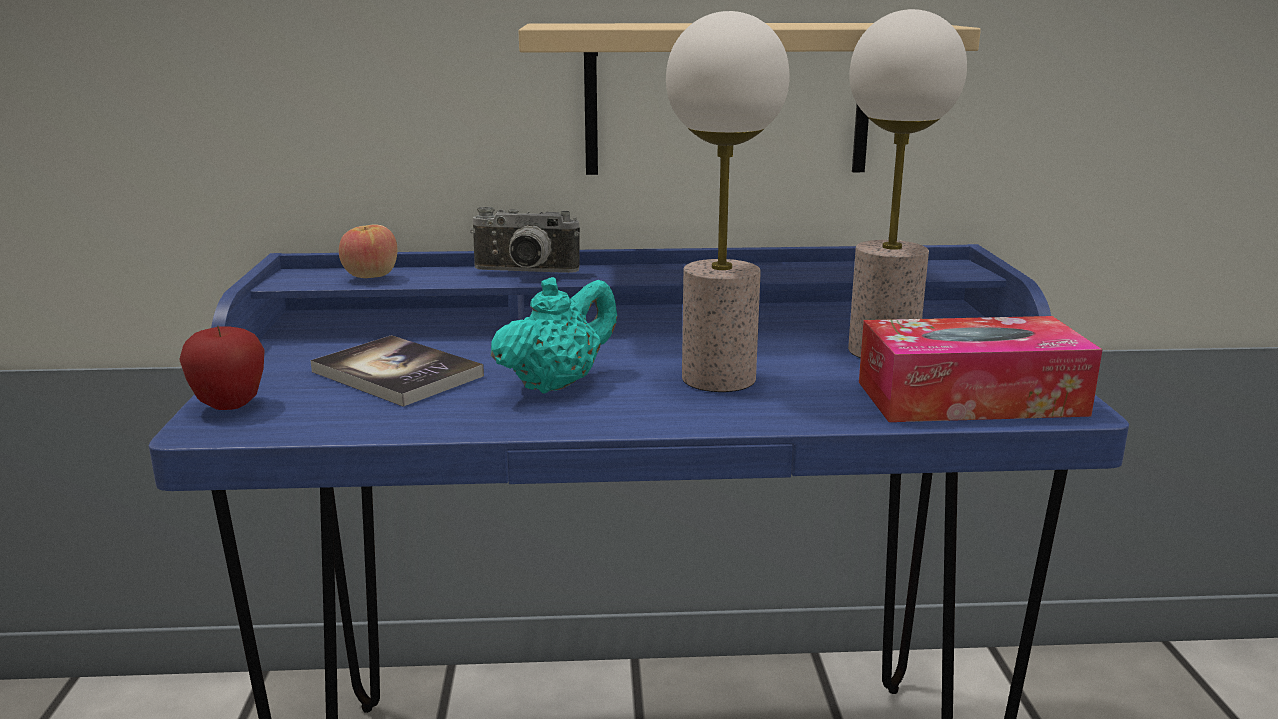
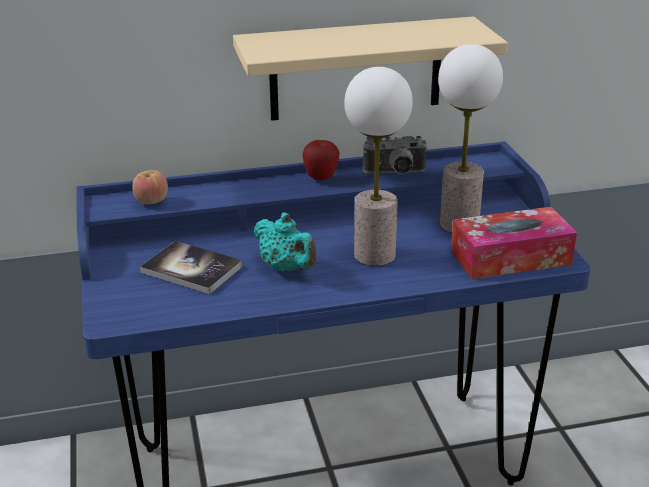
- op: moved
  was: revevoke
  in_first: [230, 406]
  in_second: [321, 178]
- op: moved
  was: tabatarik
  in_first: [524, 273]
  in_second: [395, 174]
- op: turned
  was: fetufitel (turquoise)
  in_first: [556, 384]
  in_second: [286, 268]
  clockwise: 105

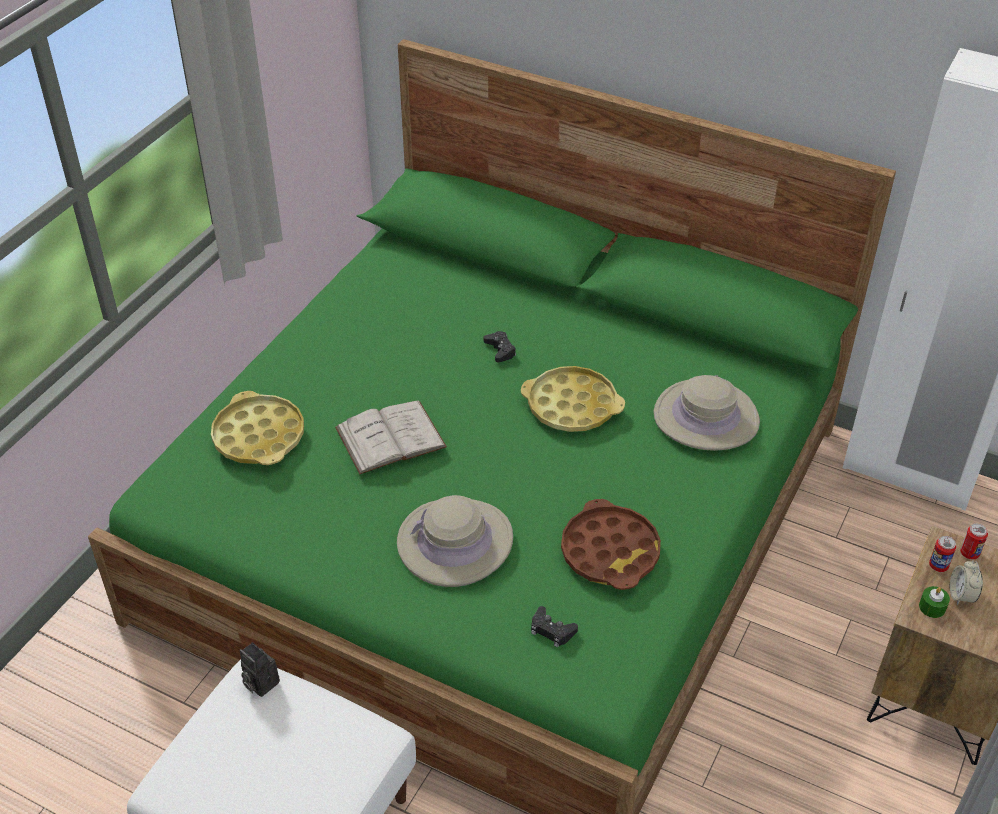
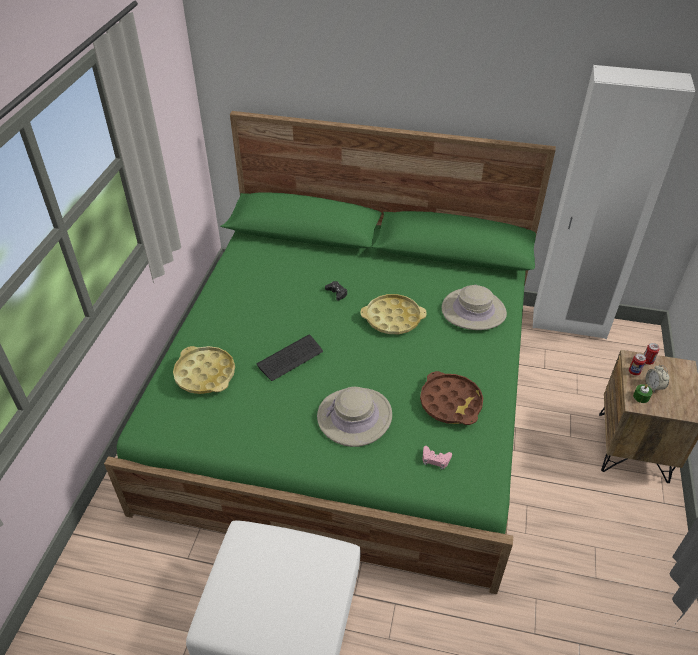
- op: removed
  was: tabatarik
  in_first: [259, 683]
- op: replaced
  was: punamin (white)
  now: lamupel
  in_first: [390, 437]
  in_second: [290, 358]
- op: recoloured
  was: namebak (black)
  now: namebak (pink)
  in_first: [552, 630]
  in_second: [435, 459]

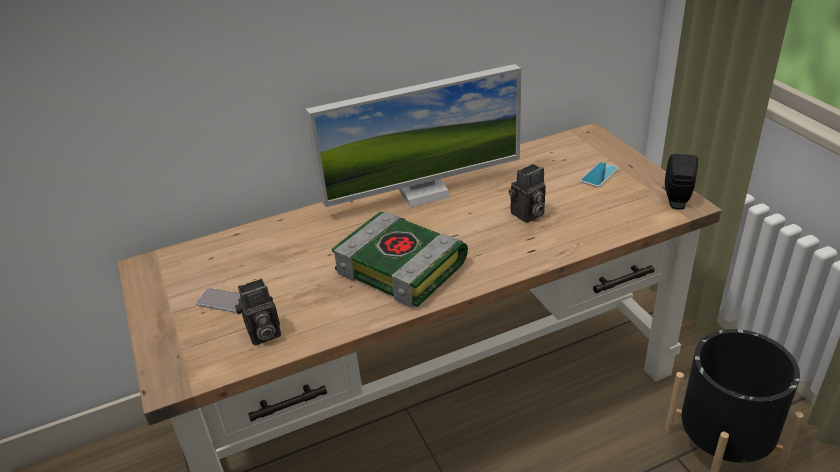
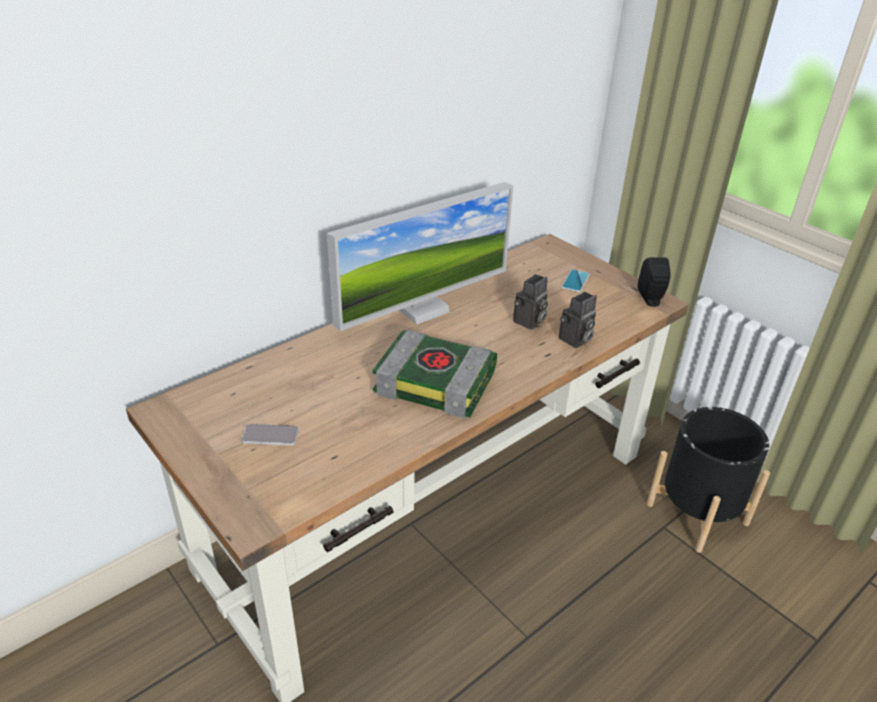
- op: moved
  was: tabatarik
  in_first: [262, 334]
  in_second: [575, 340]

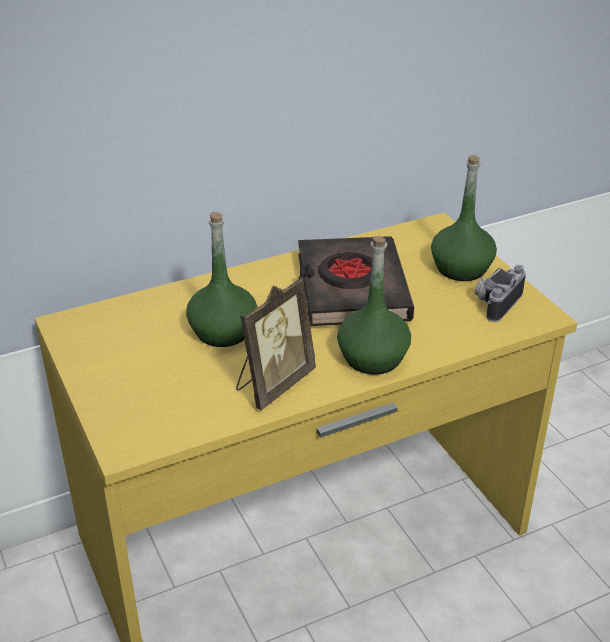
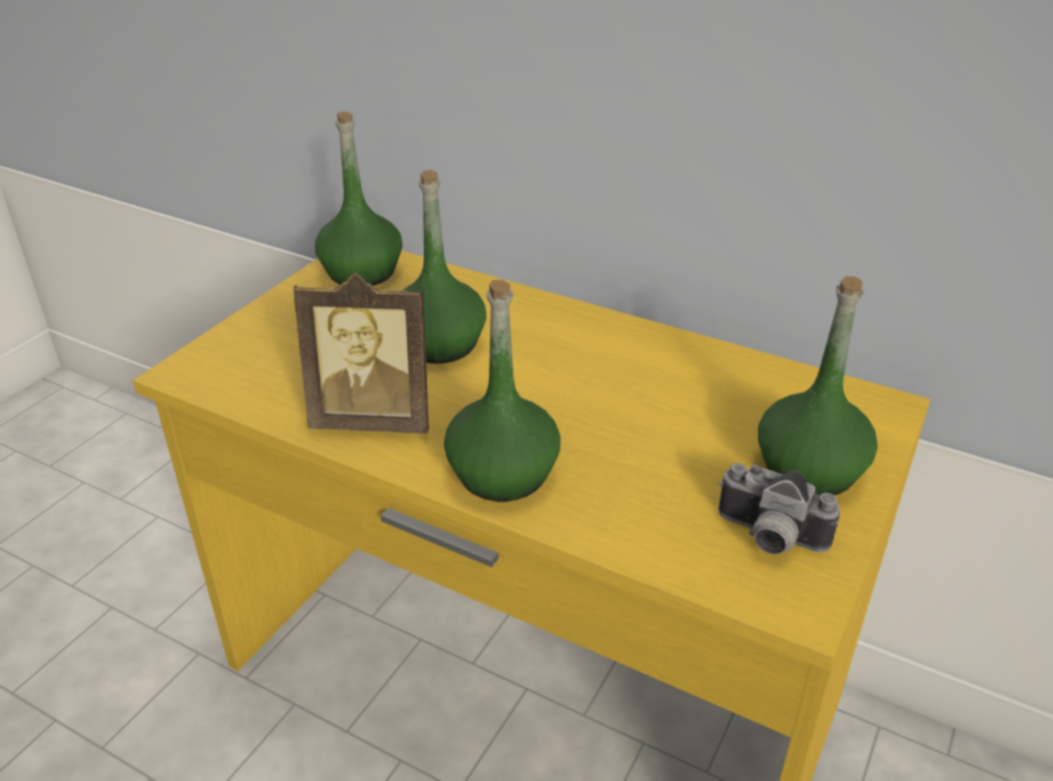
- op: removed
  was: punamin (black)
  in_first: [351, 289]
- op: turned
  was: tabatarik
  in_first: [495, 302]
  in_second: [768, 538]
  clockwise: -150
- op: added
  now: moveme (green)
  in_second: [362, 272]

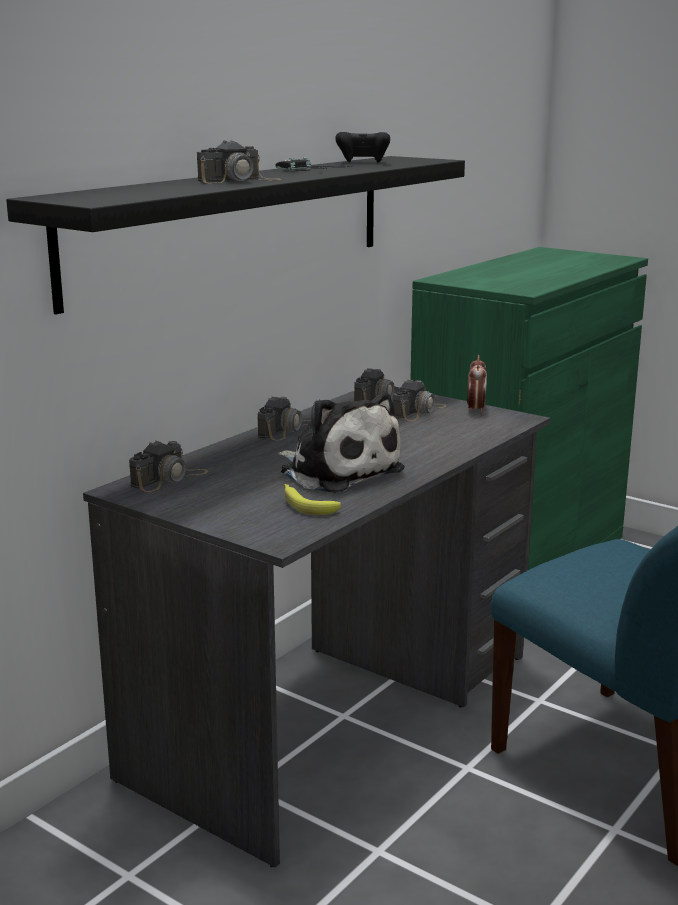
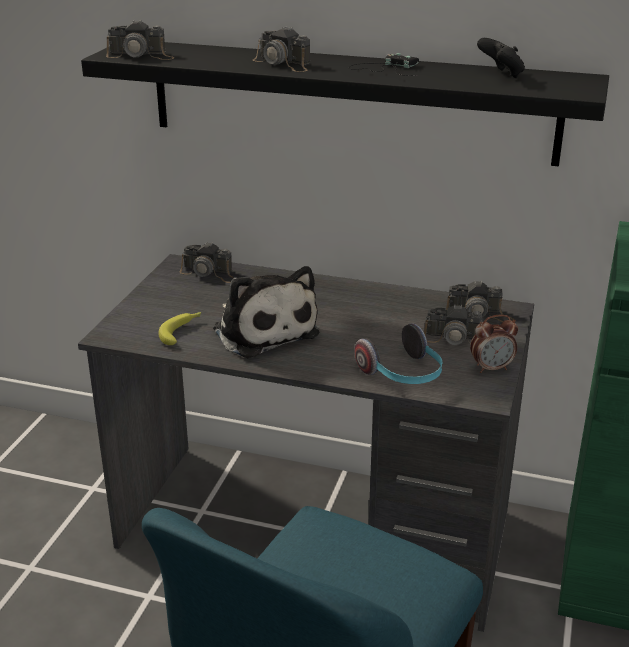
- op: moved
  was: tabatarik
  in_first: [285, 429]
  in_second: [141, 55]
- op: turned
  was: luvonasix
  in_first: [337, 471]
  in_second: [263, 330]
  clockwise: -60
- op: added
  now: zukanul
  in_second: [403, 375]

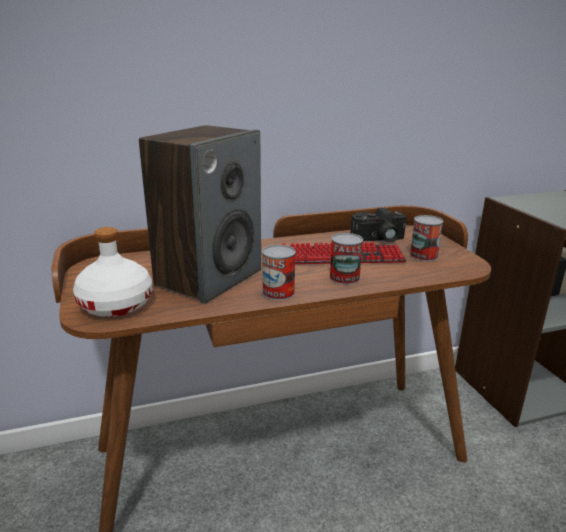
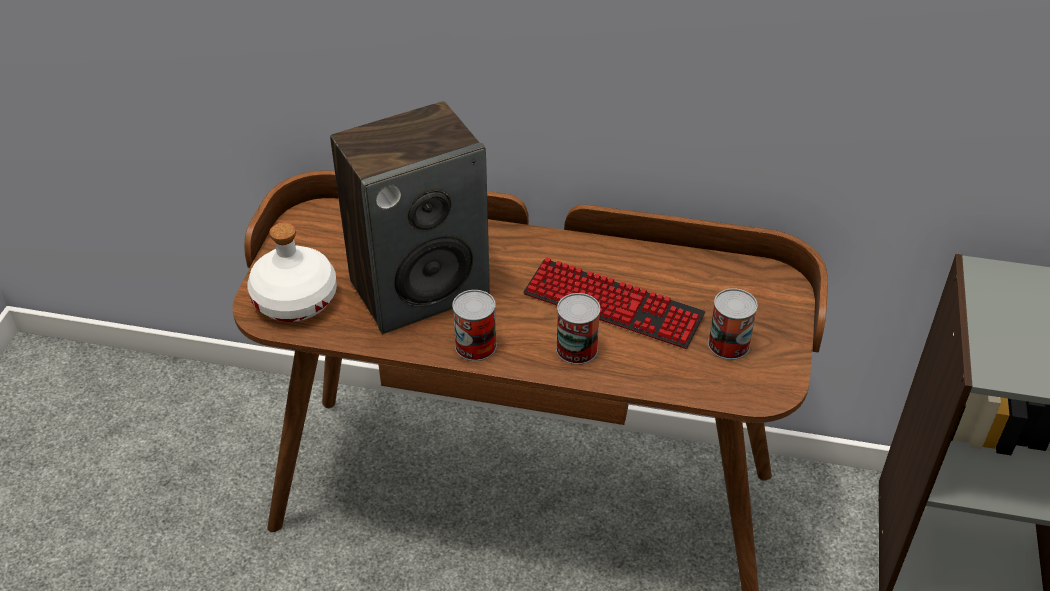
- op: removed
  was: tabatarik
  in_first: [378, 239]

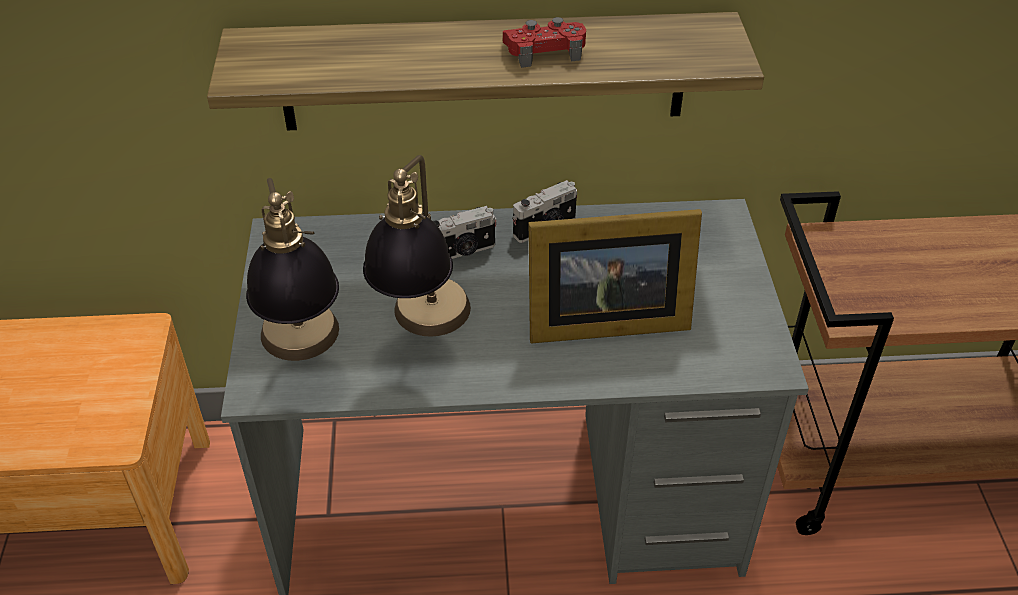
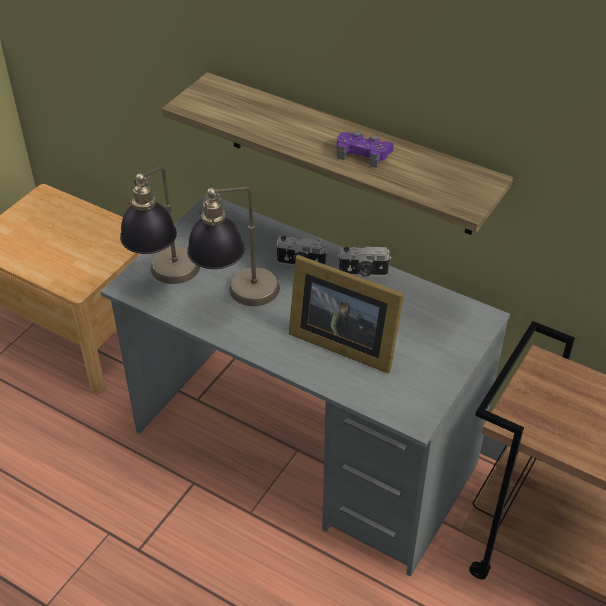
- op: recoloured
  was: namebak (red)
  now: namebak (purple)
  in_first: [545, 50]
  in_second: [363, 154]

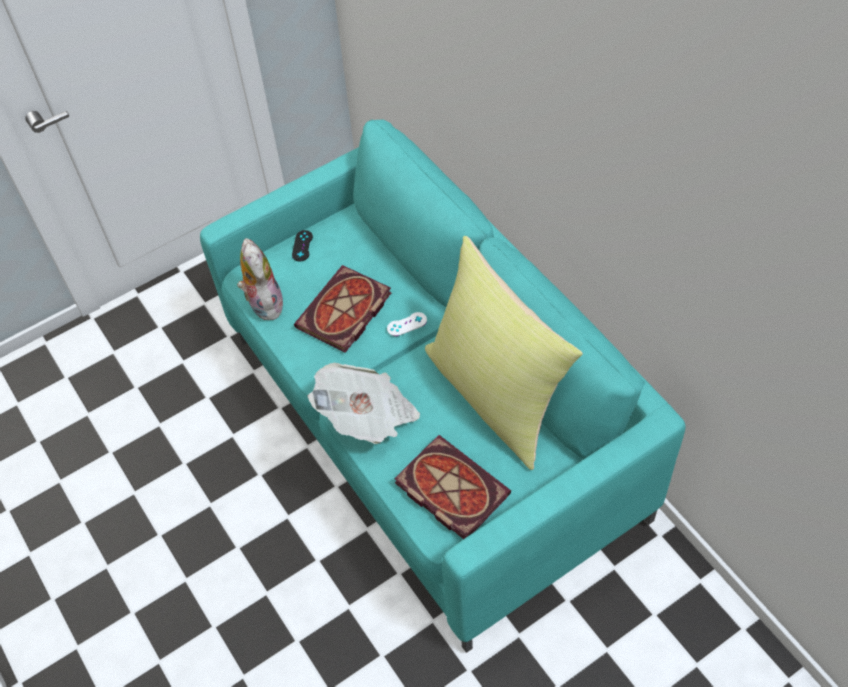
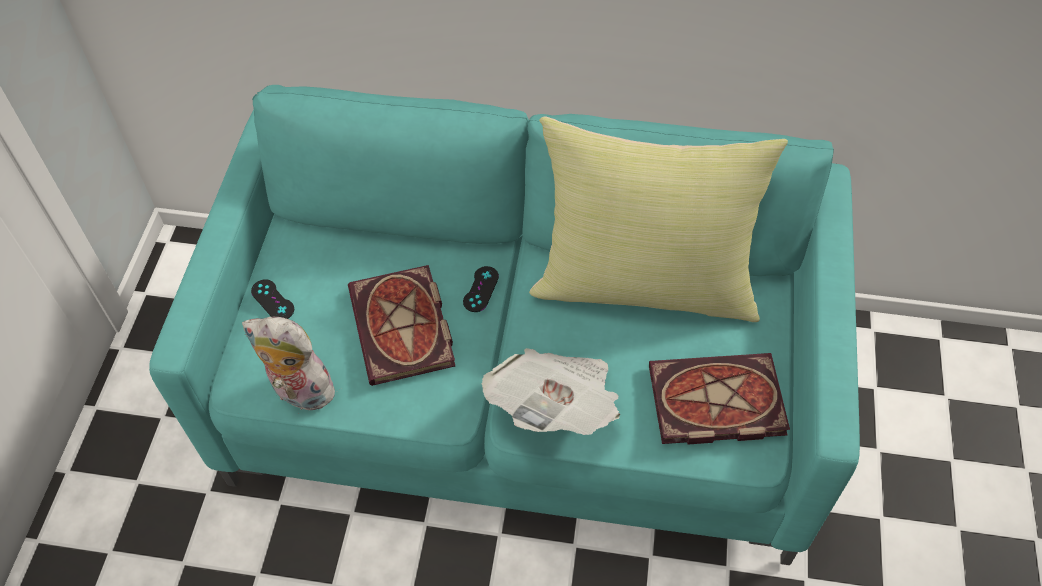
- op: recoloured
  was: namebak (white)
  now: namebak (black)
  in_first: [407, 324]
  in_second: [481, 289]

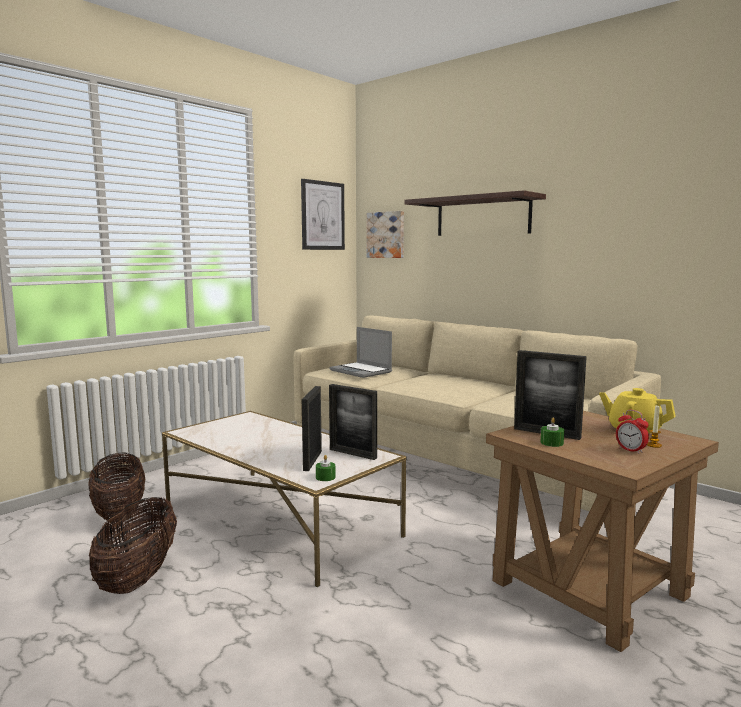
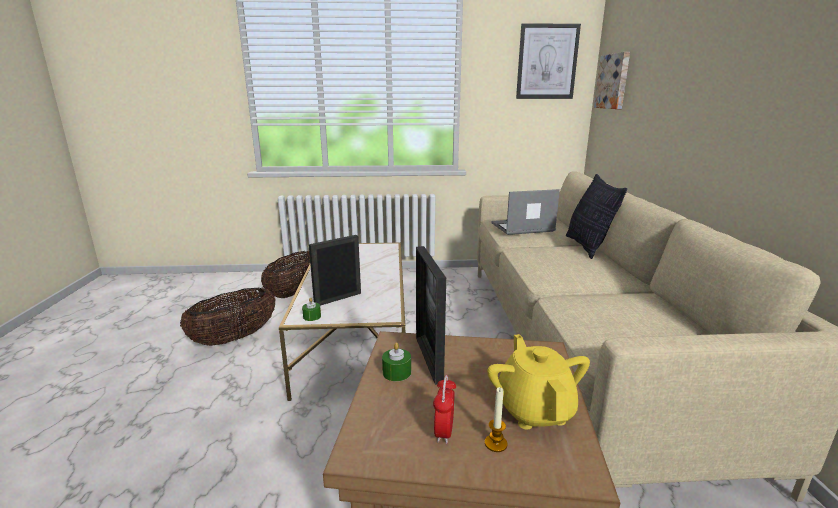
- op: turned
  was: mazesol
  in_first: [362, 371]
  in_second: [522, 228]
  clockwise: 75
- op: removed
  was: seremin
  in_first: [352, 454]
- op: removed
  was: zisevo
  in_first: [482, 216]
- op: added
  now: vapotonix
  in_second: [588, 247]

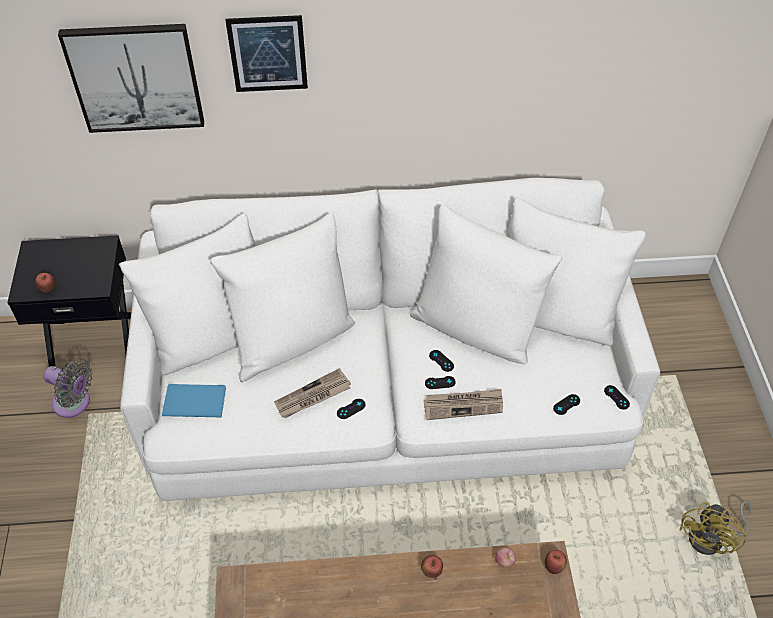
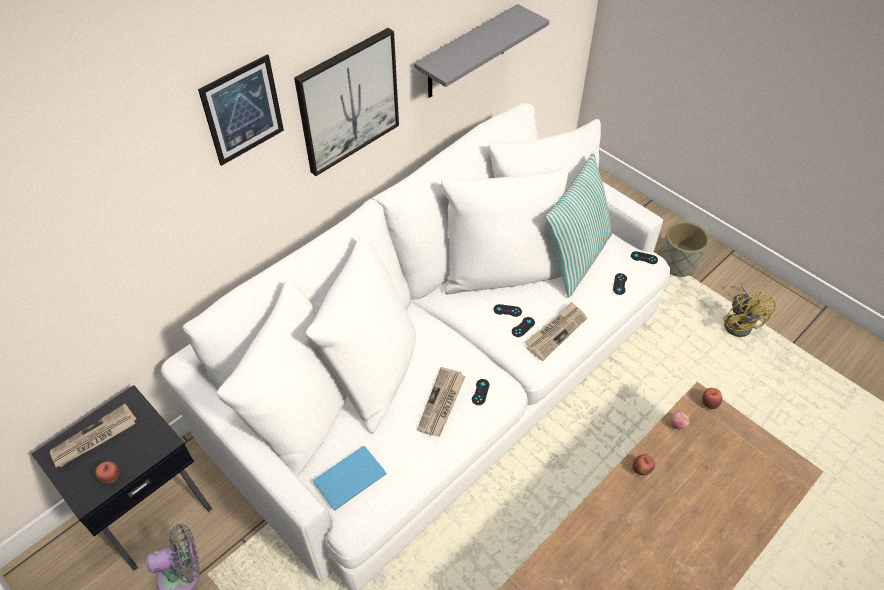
- op: moved
  was: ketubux
  in_first: [135, 77]
  in_second: [348, 101]
- op: added
  now: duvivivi
  in_second: [94, 438]
- op: added
  now: zisevo (grey)
  in_second: [467, 53]
- op: added
  now: vapotonix
  in_second: [574, 258]
- op: added
  now: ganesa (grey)
  in_second: [677, 264]

